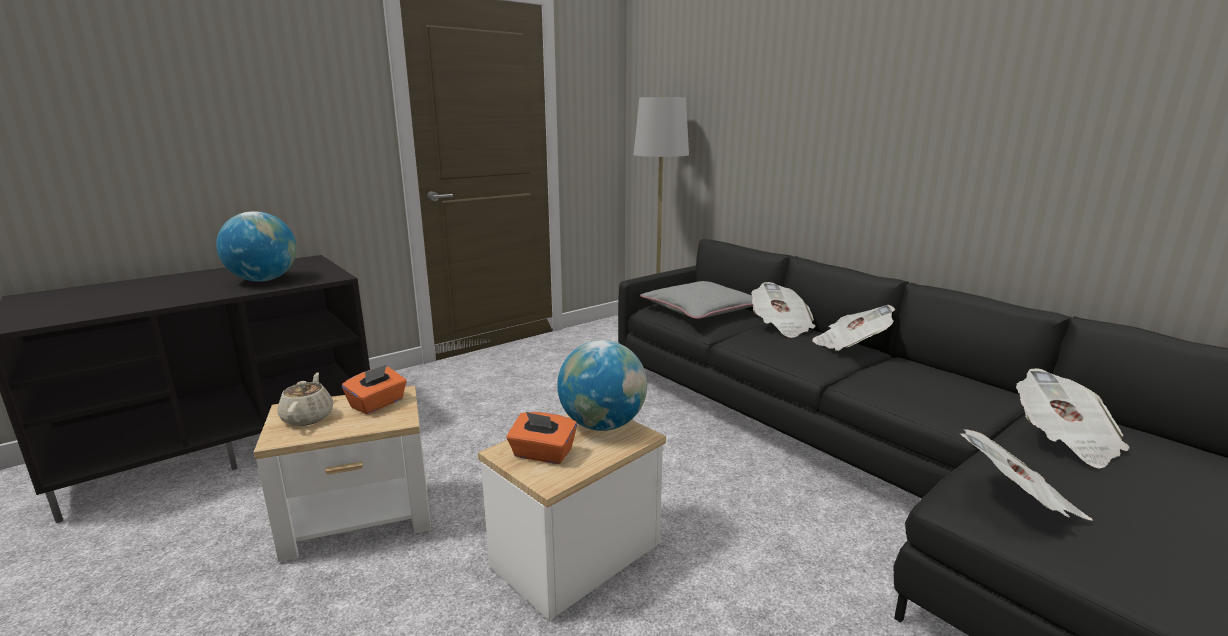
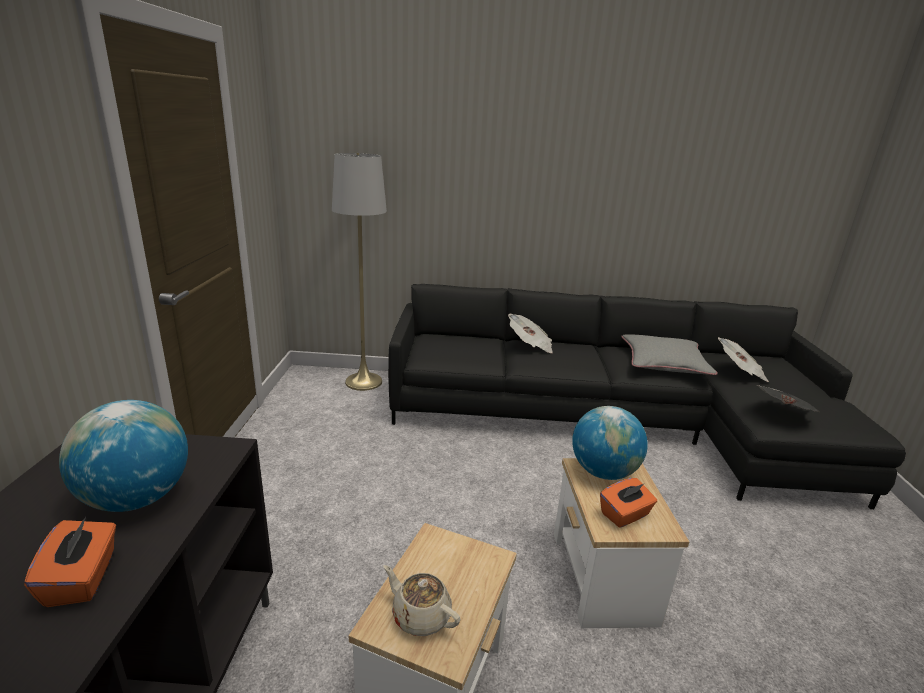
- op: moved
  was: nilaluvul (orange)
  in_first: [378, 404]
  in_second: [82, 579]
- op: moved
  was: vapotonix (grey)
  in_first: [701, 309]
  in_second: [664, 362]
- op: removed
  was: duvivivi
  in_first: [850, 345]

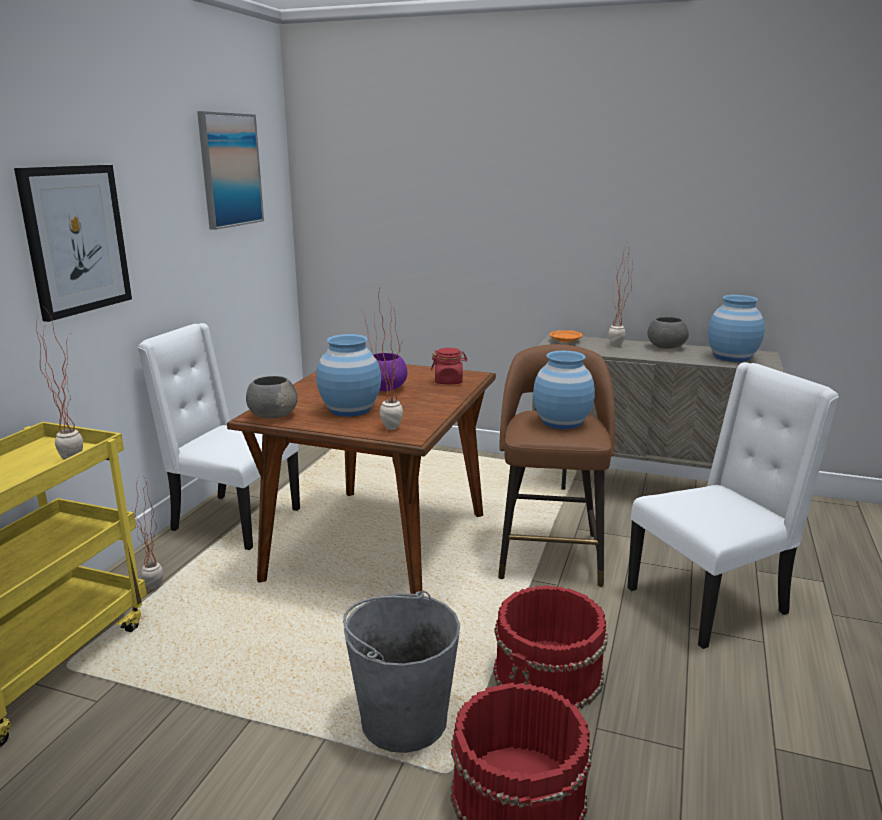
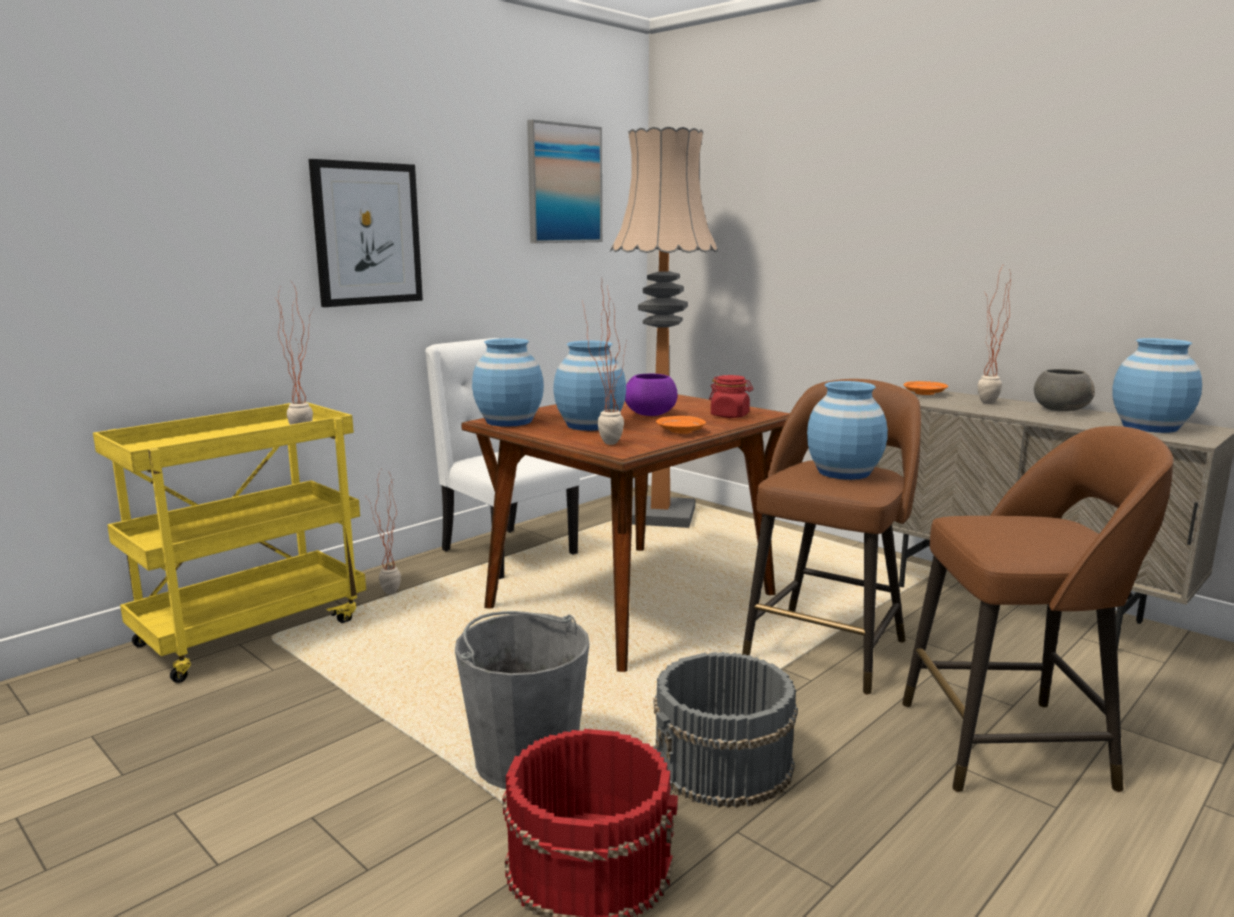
- op: replaced
  was: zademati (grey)
  now: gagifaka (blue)
  in_first: [273, 415]
  in_second: [508, 421]
- op: recoloured
  was: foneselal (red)
  now: foneselal (grey)
  in_first: [549, 675]
  in_second: [723, 764]
- op: replaced
  was: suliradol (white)
  now: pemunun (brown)
  in_first: [710, 602]
  in_second: [1011, 744]
- op: added
  now: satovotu
  in_second: [660, 516]
- op: added
  now: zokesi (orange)
  in_second: [680, 432]

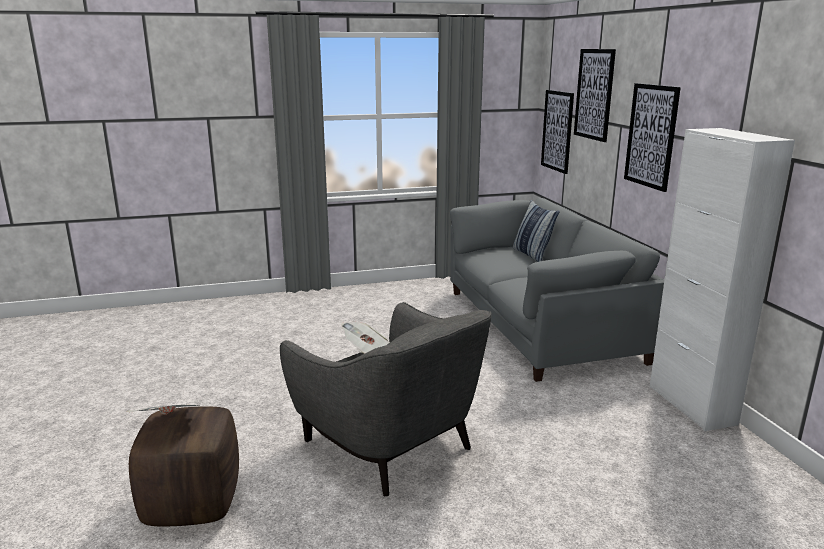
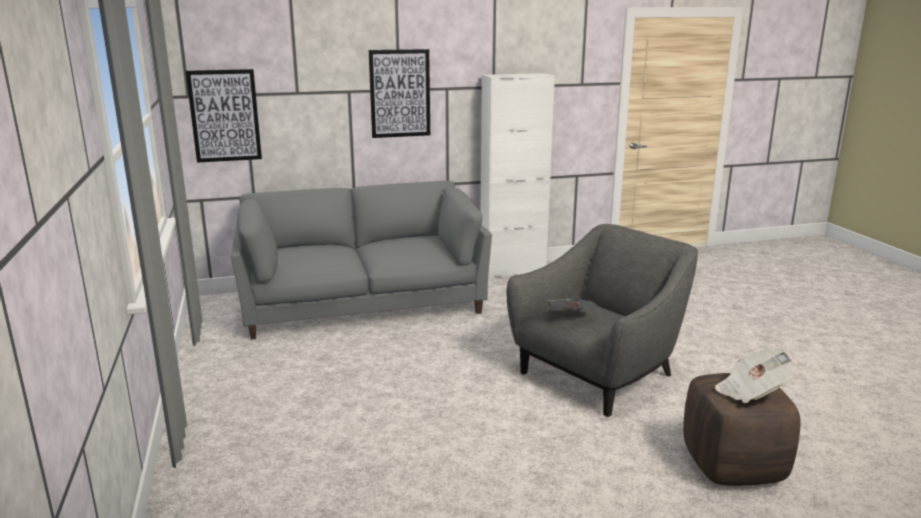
- op: removed
  was: vapotonix
  in_first: [532, 254]
- op: removed
  was: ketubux
  in_first: [594, 94]

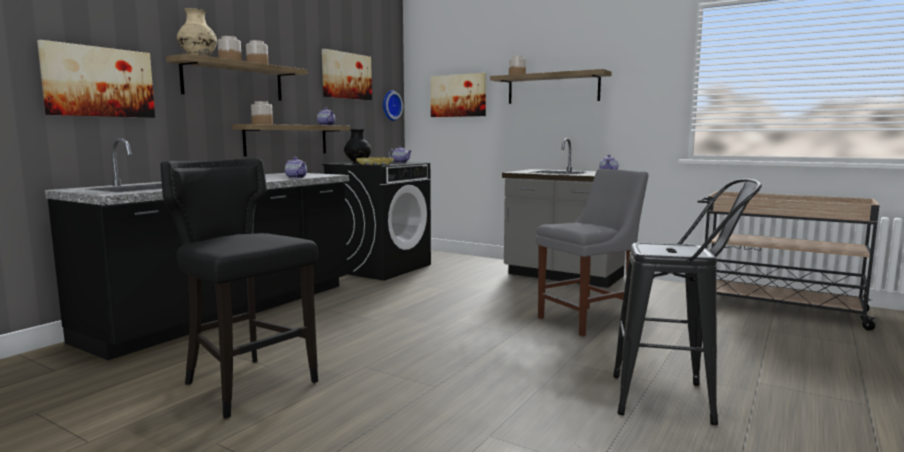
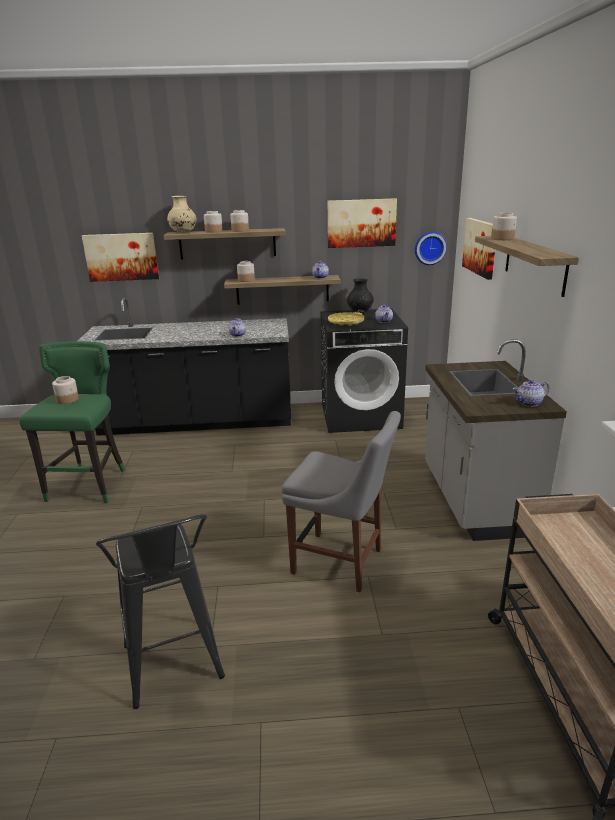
- op: recoloured
  was: pemunun (black)
  now: pemunun (green)
  in_first: [247, 384]
  in_second: [90, 485]
- op: added
  now: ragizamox
  in_second: [68, 400]

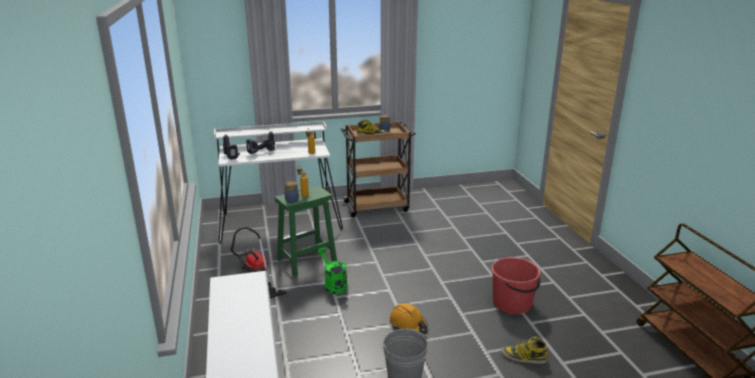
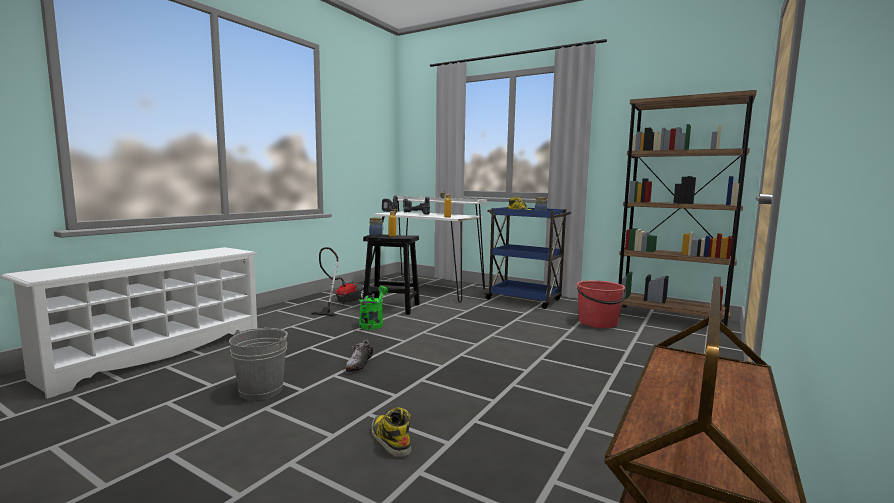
- op: recoloured
  was: pemunun (green)
  now: pemunun (black)
  in_first: [306, 261]
  in_second: [390, 307]
- op: recoloured
  was: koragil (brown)
  now: koragil (blue)
  in_first: [377, 206]
  in_second: [525, 300]
- op: replaced
  was: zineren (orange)
  now: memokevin
  in_first: [408, 324]
  in_second: [359, 364]
- op: moved
  was: foneselal (red)
  in_first: [512, 303]
  in_second: [598, 323]
- op: added
  now: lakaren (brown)
  in_second: [670, 318]

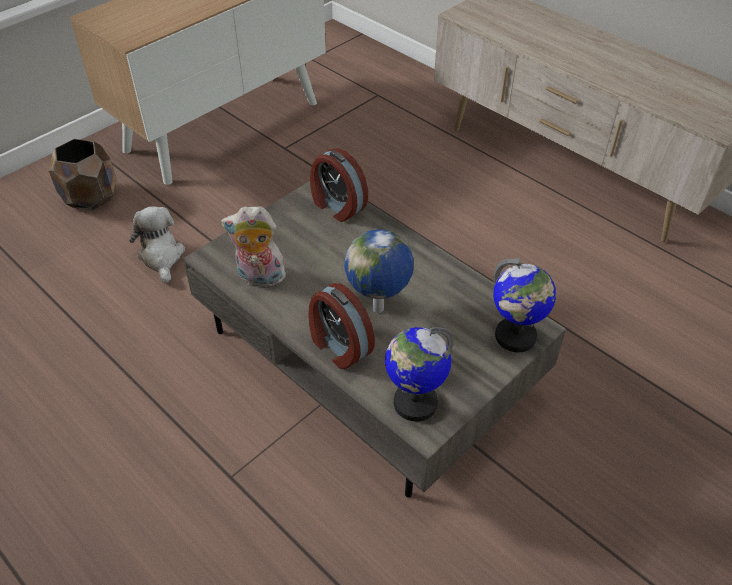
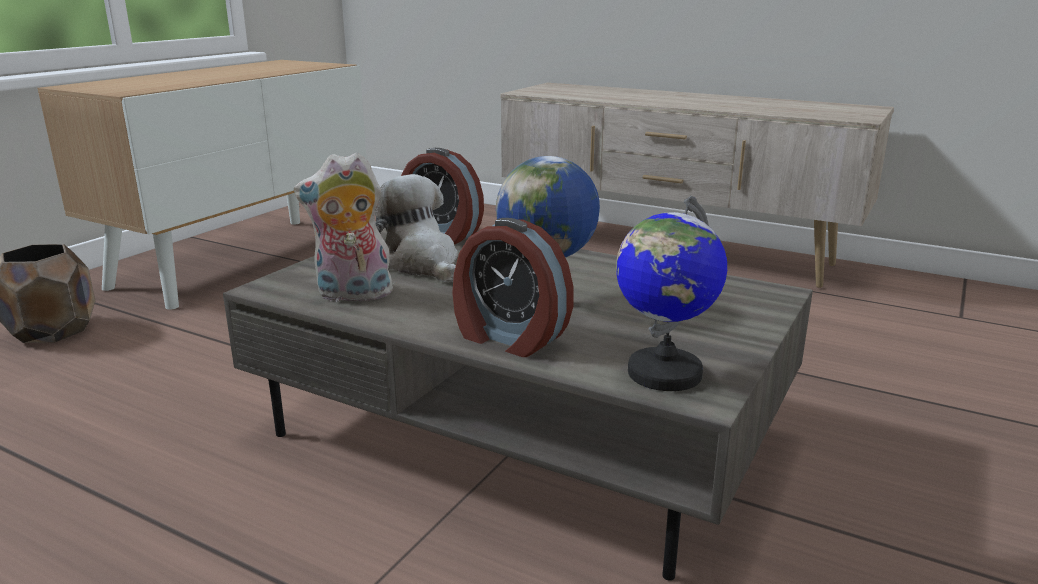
- op: moved
  was: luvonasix
  in_first: [161, 257]
  in_second: [422, 264]
- op: removed
  was: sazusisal
  in_first: [515, 337]

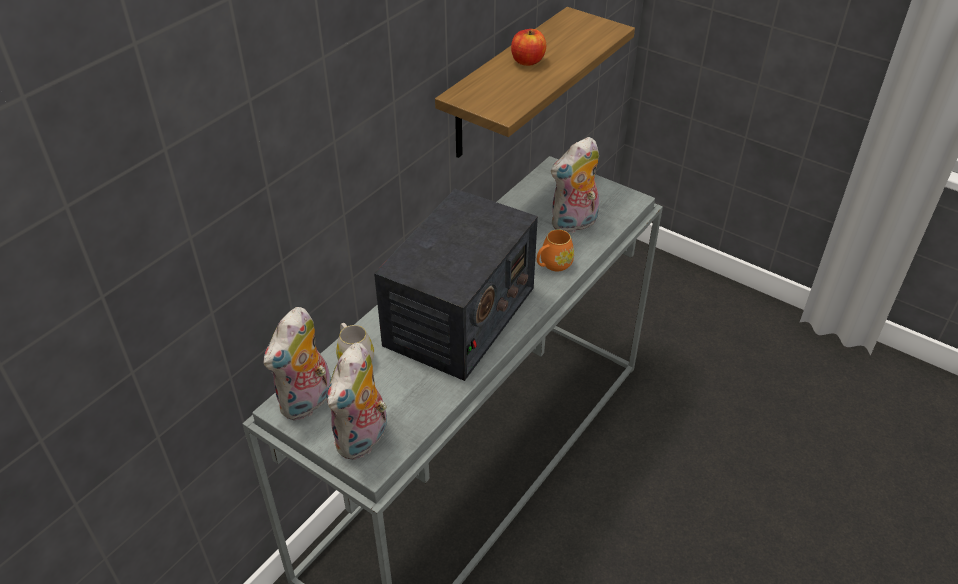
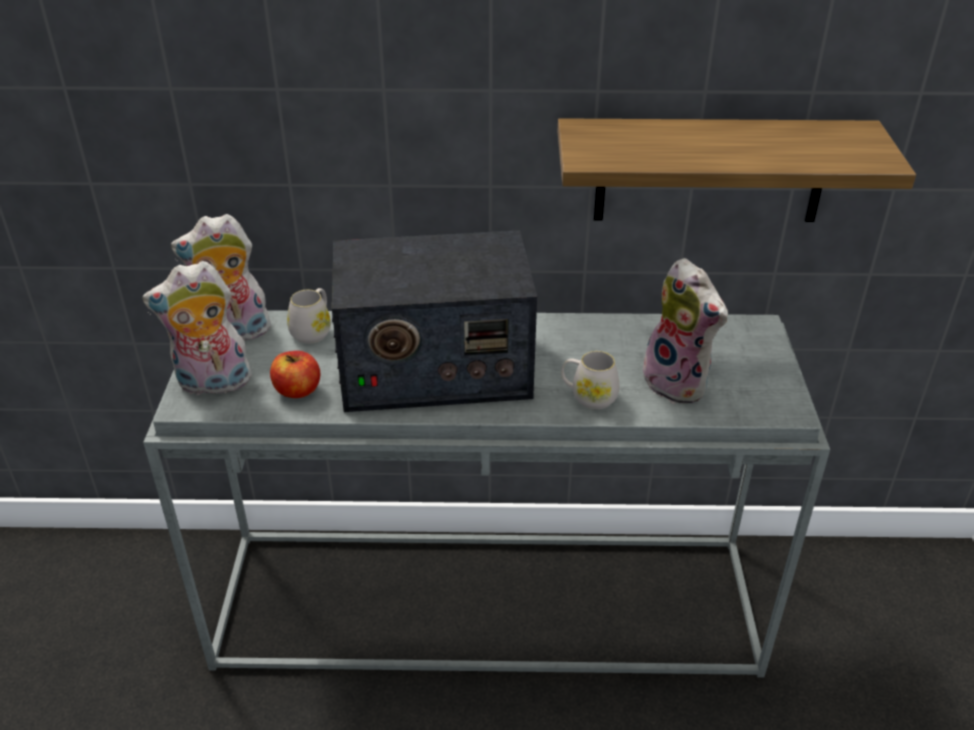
- op: moved
  was: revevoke
  in_first: [527, 61]
  in_second: [297, 390]
- op: recoloured
  was: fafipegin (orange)
  now: fafipegin (white)
  in_first: [553, 265]
  in_second: [588, 397]
- op: turned
  was: luvonasix
  in_first: [574, 224]
  in_second: [679, 383]
  clockwise: -150

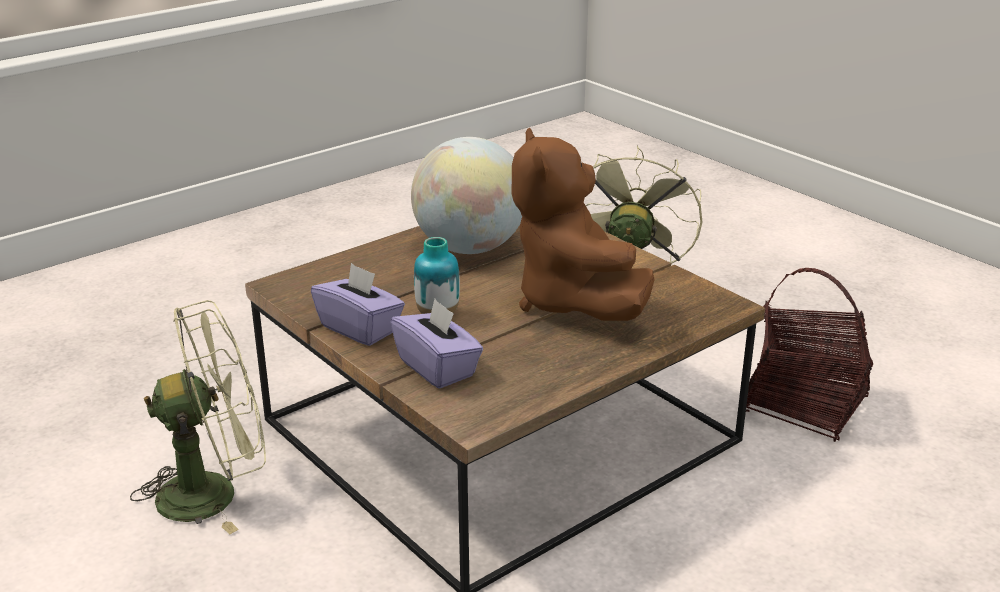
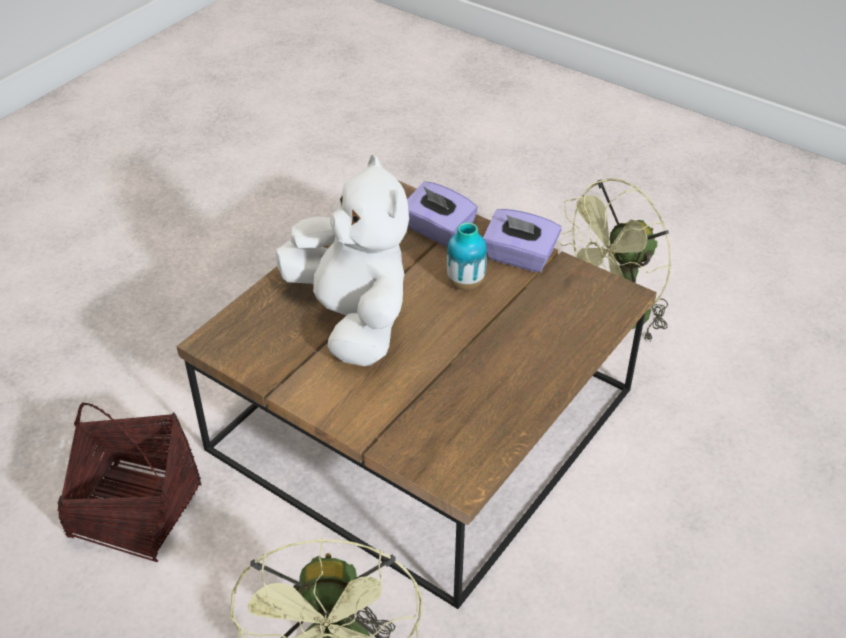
- op: removed
  was: sazusisal
  in_first: [469, 248]
- op: recoloured
  was: luvonasix (brown)
  now: luvonasix (white)
  in_first: [573, 302]
  in_second: [353, 319]

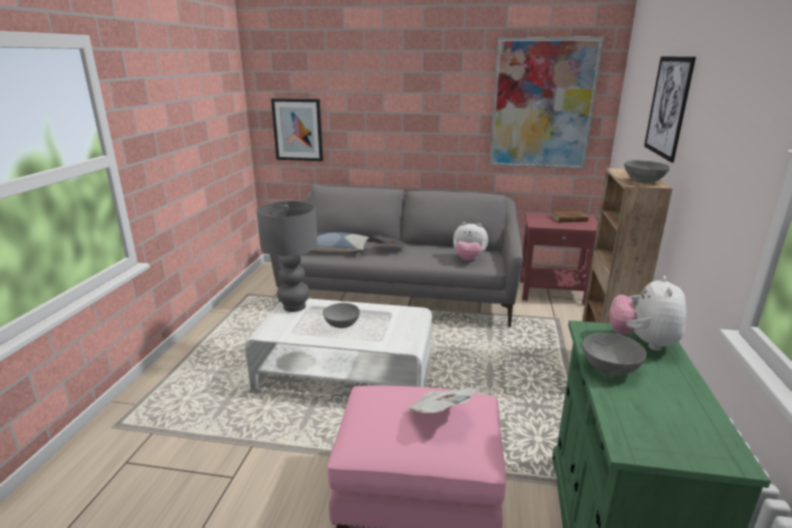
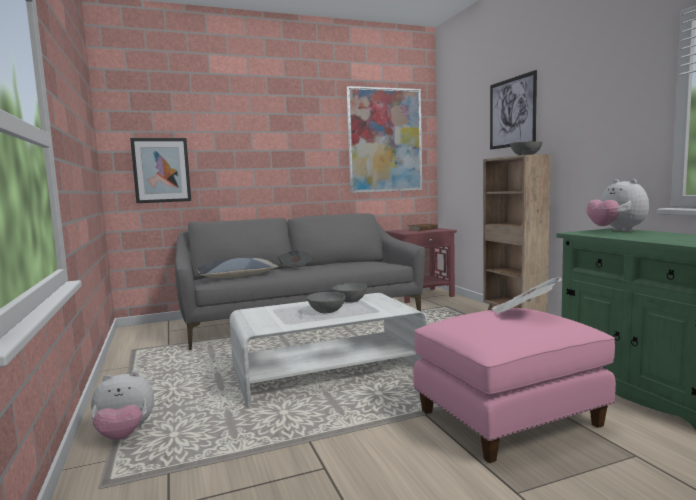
- op: removed
  was: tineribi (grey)
  in_first: [294, 306]
- op: moved
  was: luvonasix
  in_first: [468, 259]
  in_second: [124, 435]
- op: moved
  was: zademati (grey)
  in_first: [609, 368]
  in_second: [350, 301]

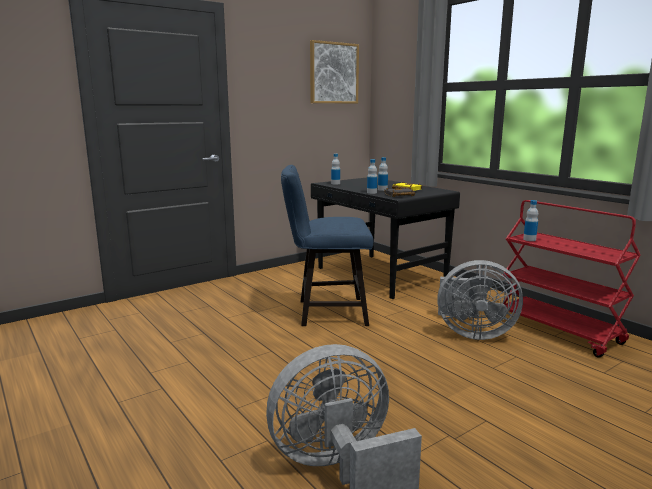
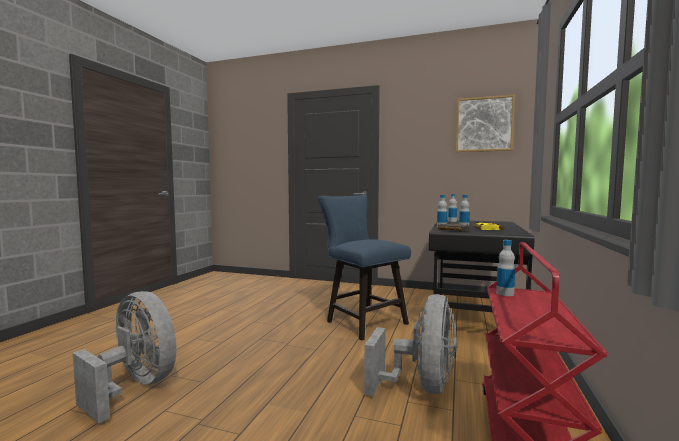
- op: turned
  was: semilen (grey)
  in_first: [472, 333]
  in_second: [421, 386]
  clockwise: -135

